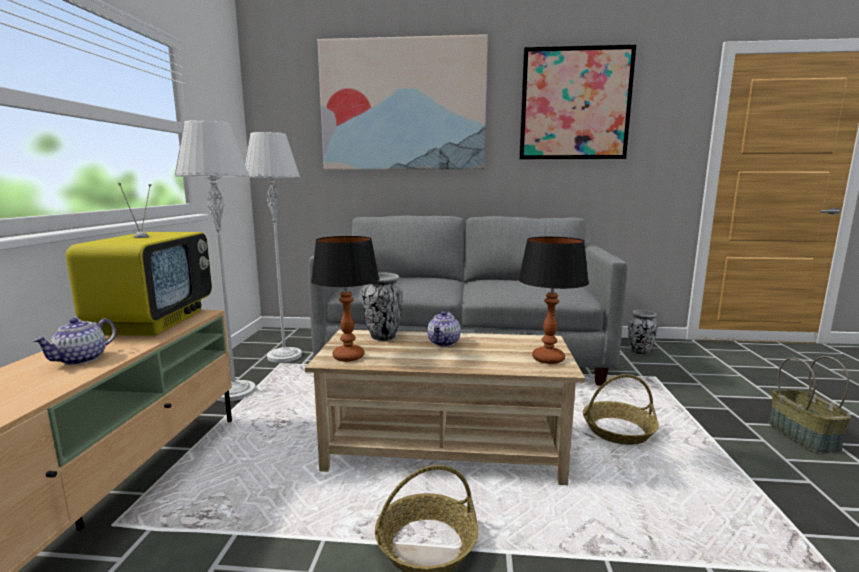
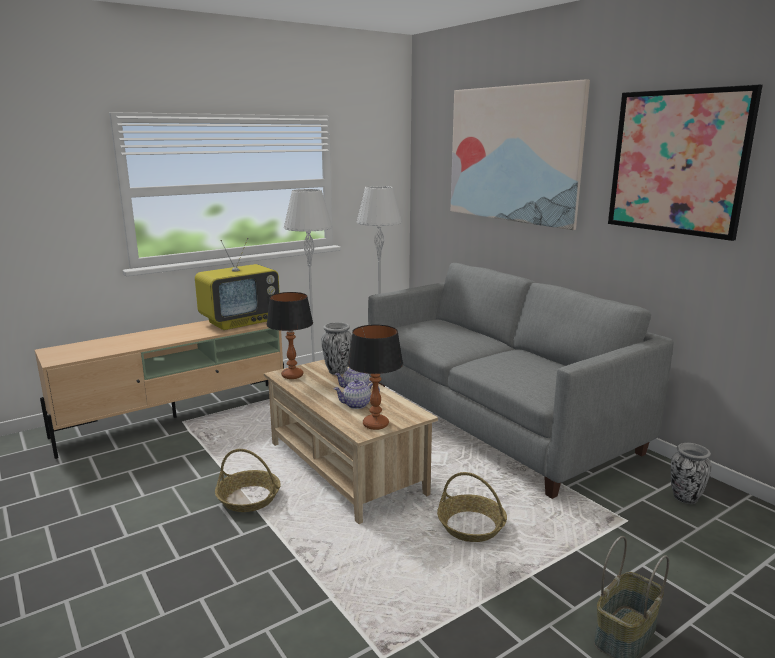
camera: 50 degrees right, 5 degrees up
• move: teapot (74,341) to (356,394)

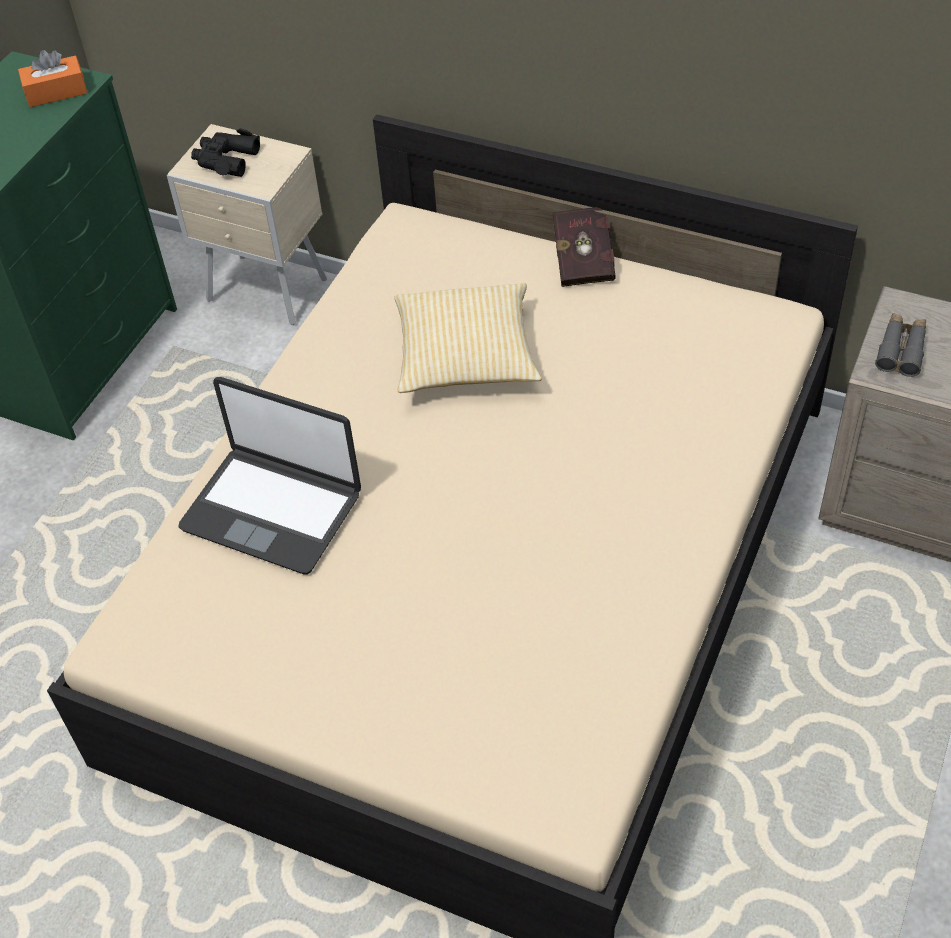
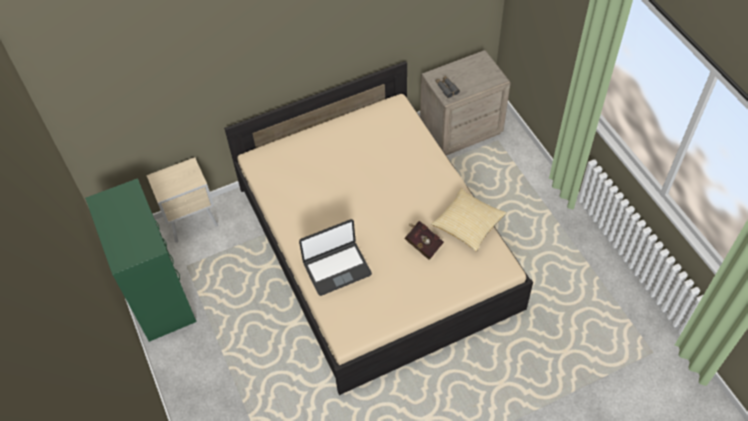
camera: 50 degrees left, 5 degrees up
• delete: orange tissue box (52,78)
• delete: black binoculars (225,153)
• move: pillow (468,338) to (469,219)
• move: red book (584,247) to (424,240)

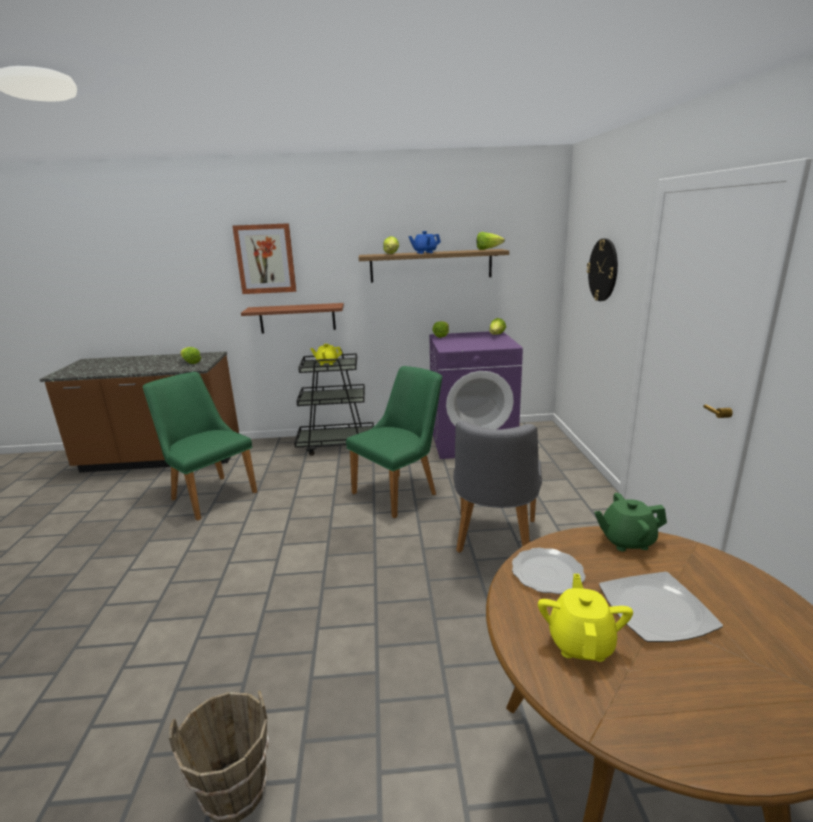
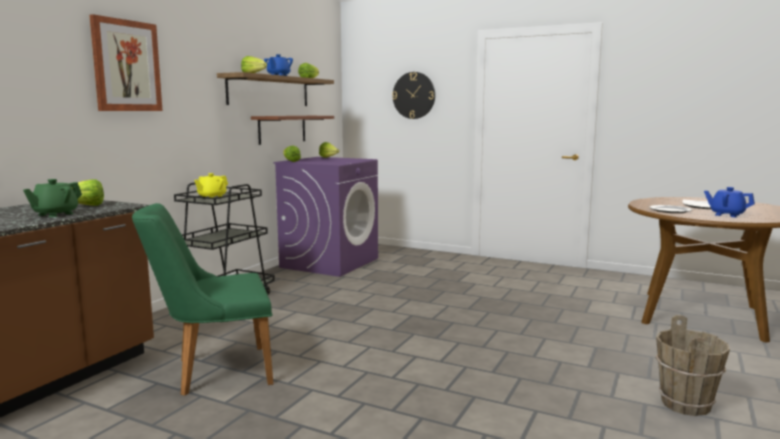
camera: 60 degrees left, 10 degrees down
• move: brown shelf (292,318) to (292,130)
• delete: green chair (394,442)
• delete: grey chair (497,486)
• recolor: yellow teapot (585,618) to blue teapot (729,202)
• move: green teapot (630,522) to (52,198)

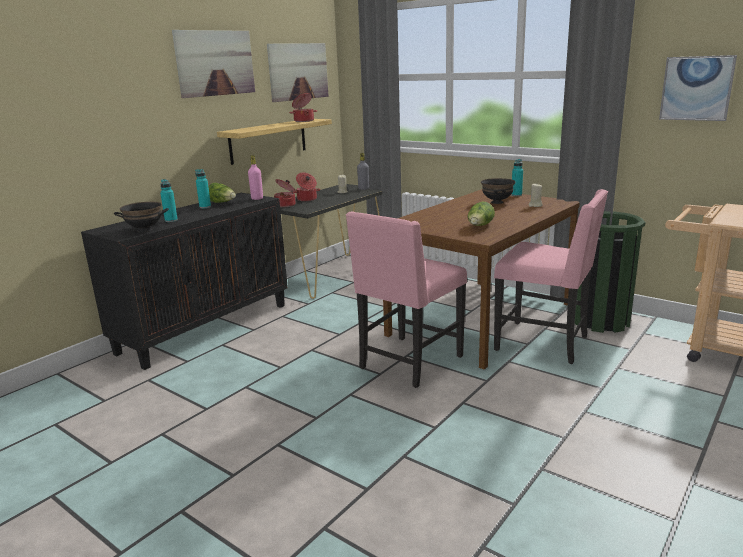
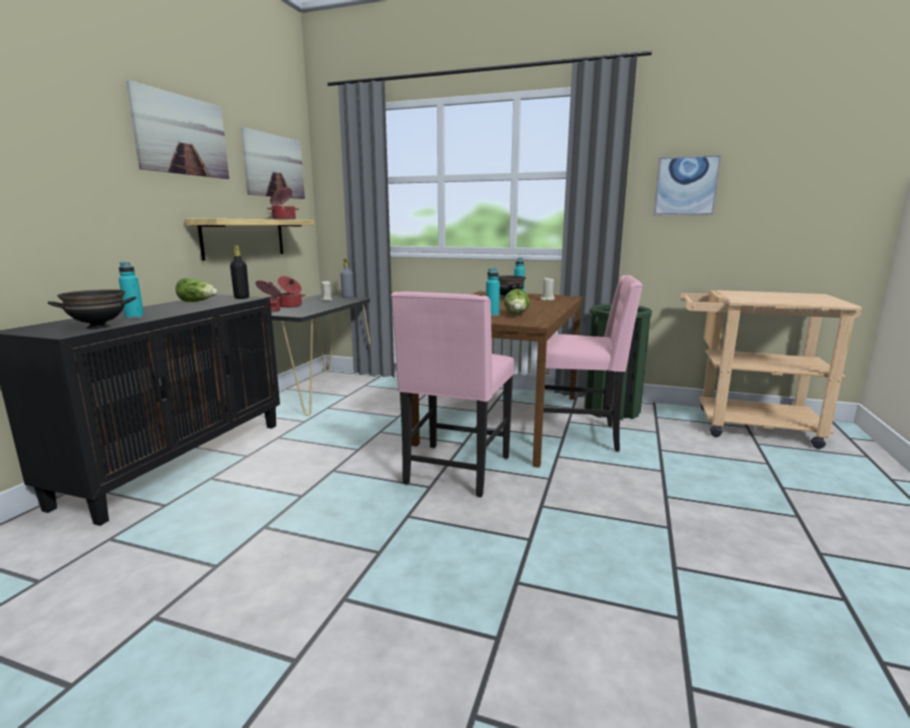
camera: 20 degrees left, 5 degrees down
• move: turquoise bottle (203,188) to (493,292)
• recolor: pink bottle (255,177) to black bottle (239,272)

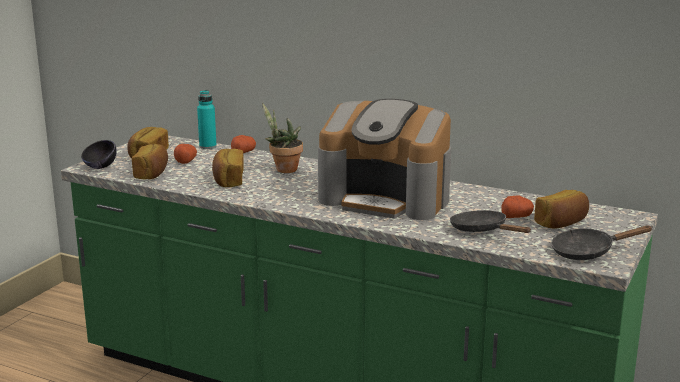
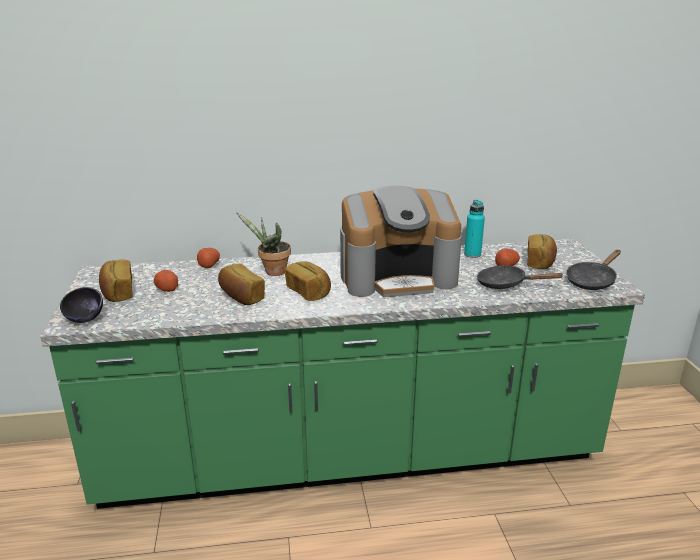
camera: 35 degrees left, 5 degrees up
• move: bread (150,161) to (308,281)
• move: turquoise bottle (207,119) to (474,229)

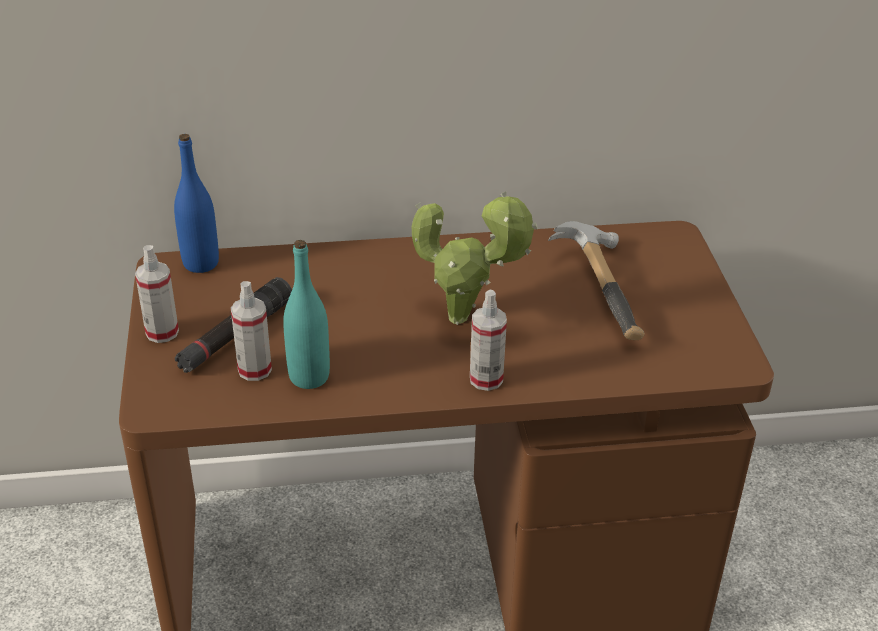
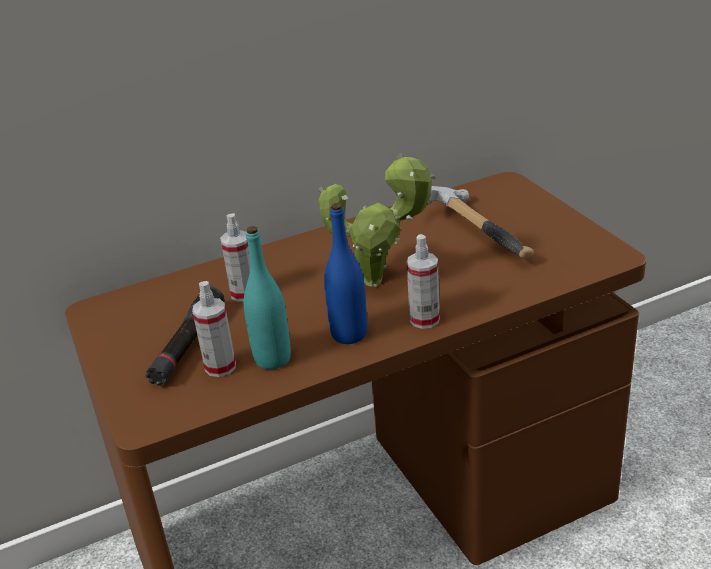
camera: 15 degrees left, 5 degrees down
• move: spray bottle (157,294) to (235,257)
• move: blue bottle (196,203) to (345,273)

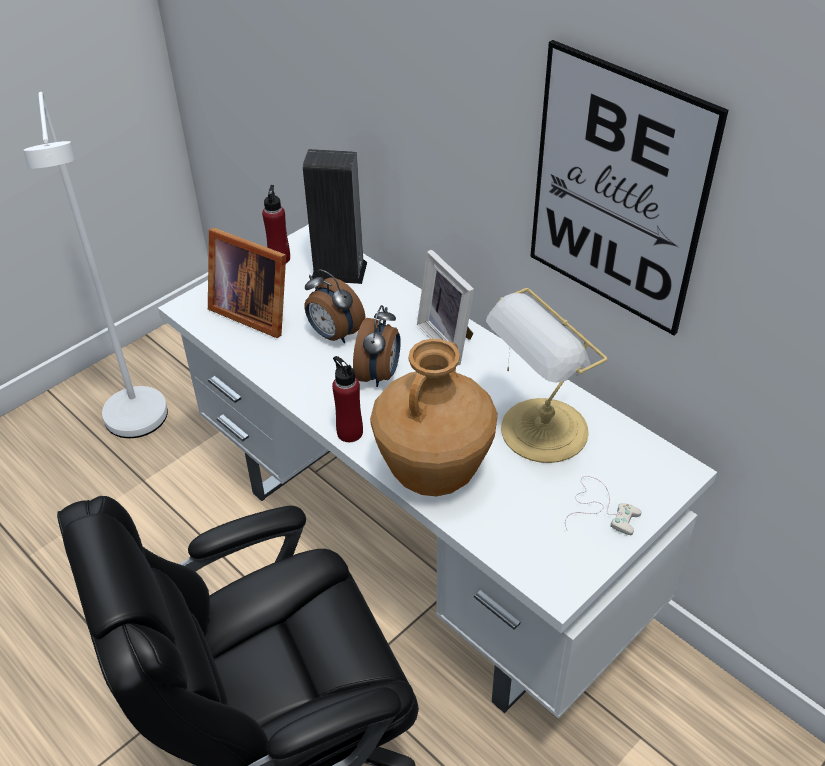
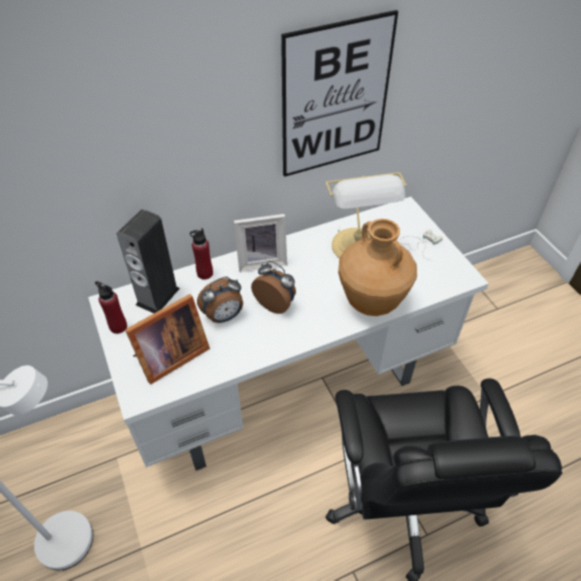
camera: 70 degrees left, 5 degrees up
• move: red bottle (347,399) to (201,253)

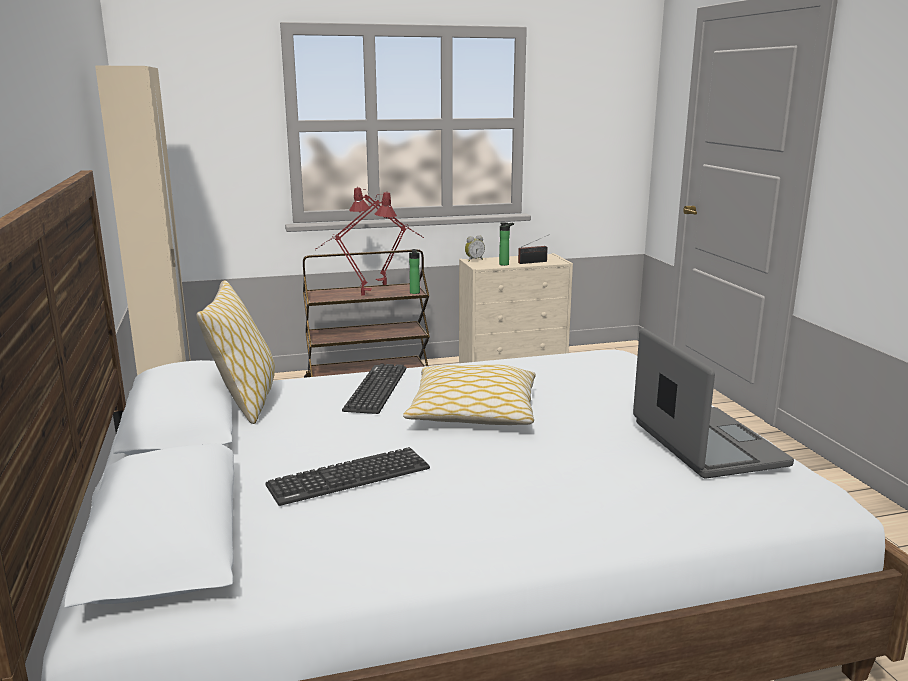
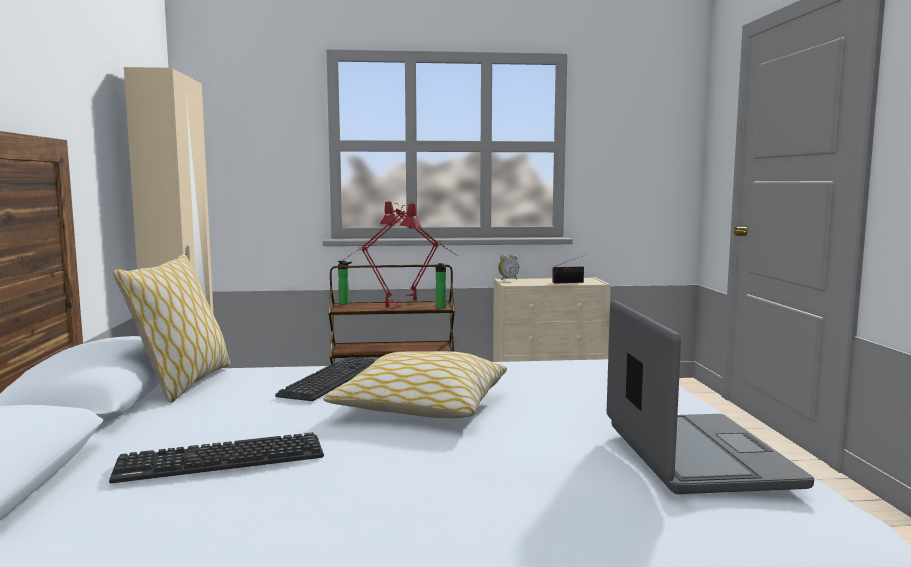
camera: 10 degrees right, 10 degrees down
• move: bottle (506,244) to (345,283)

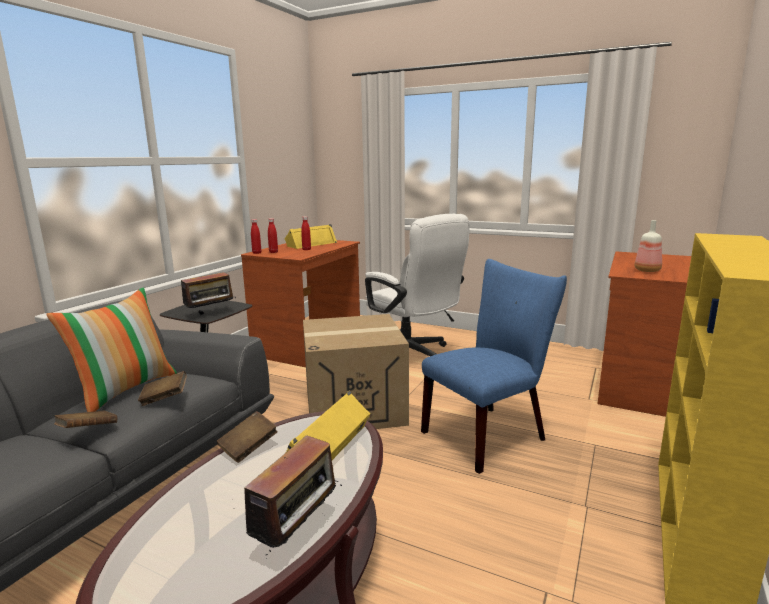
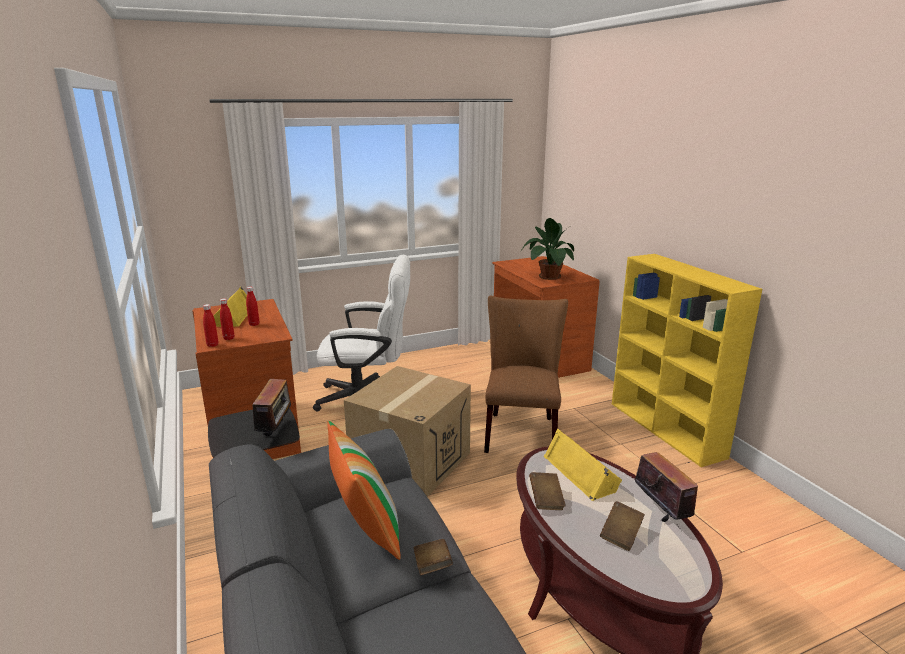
camera: 50 degrees left, 5 degrees up
• move: brown book (162,388) to (622,526)
• recolor: blue chair (494,366) to brown chair (526,374)
• replace: bottle (648,246) to potted plant (547,249)

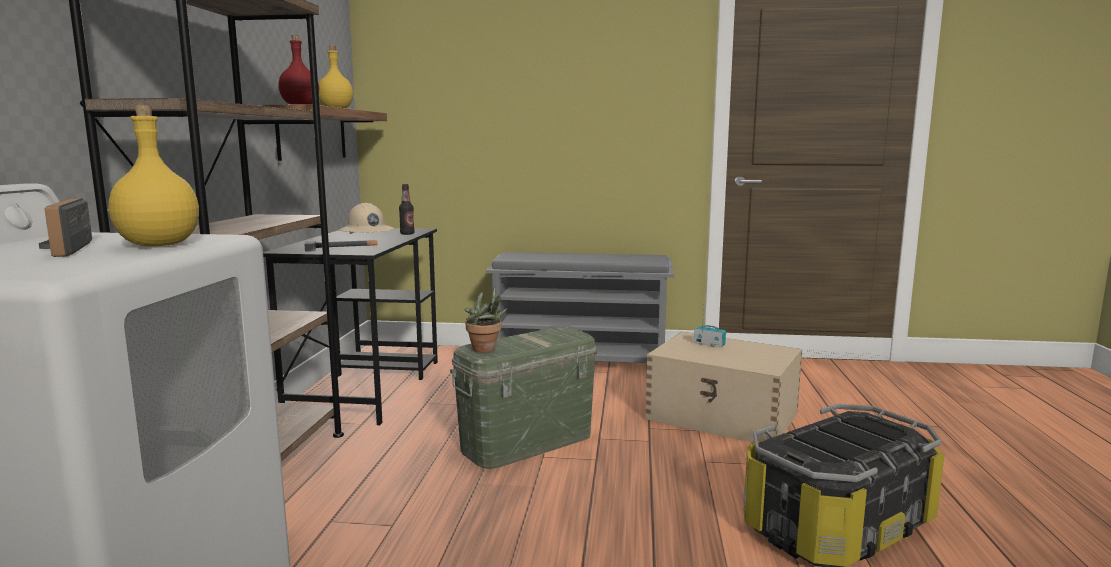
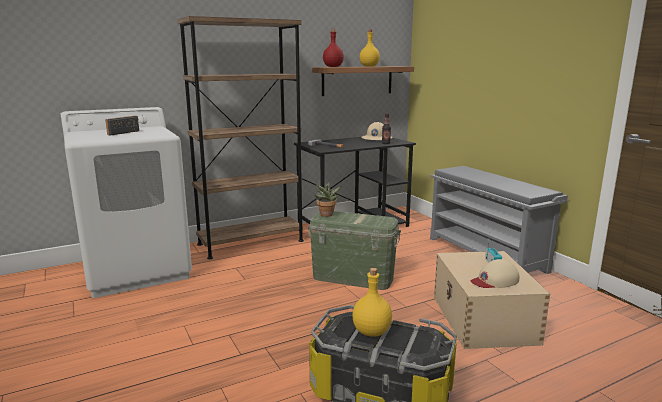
camera: 55 degrees right, 5 degrees up
• move: yellow bottle (154,176) to (372,302)
• insert: beige cap (495,273)

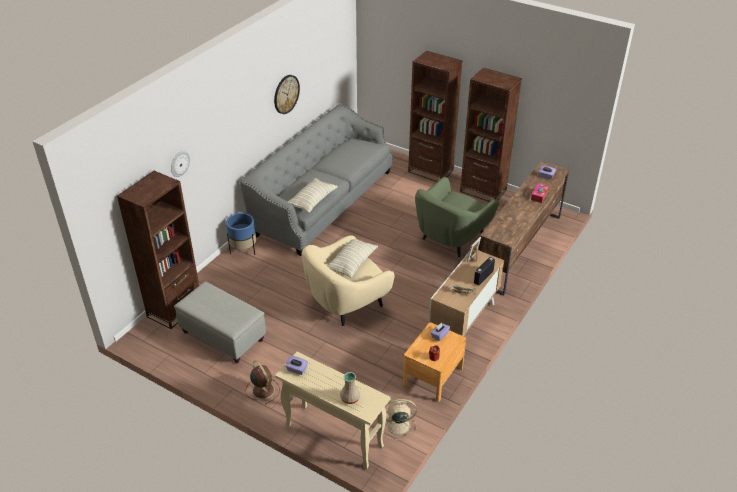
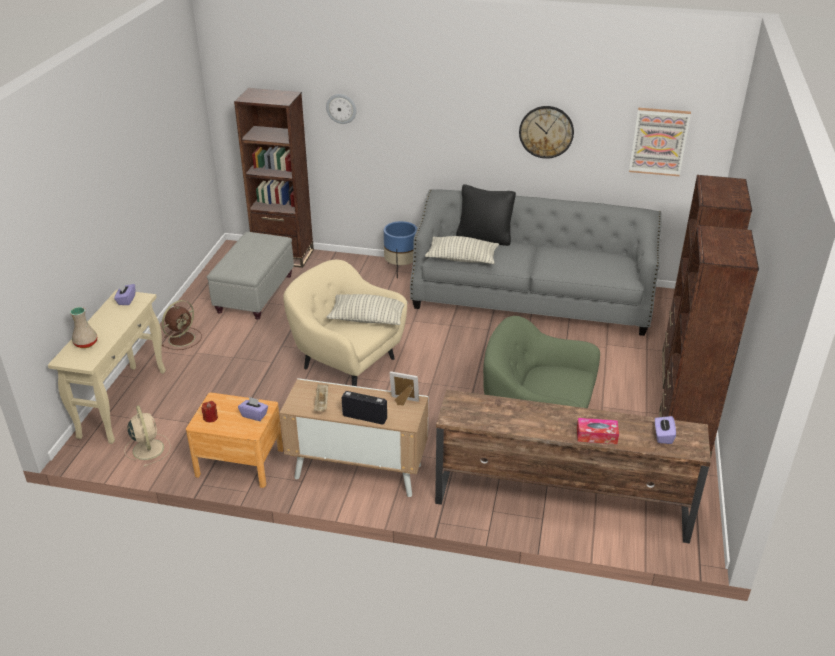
camera: 70 degrees right, 5 degrees down
• insert: black pillow (486,215)
• insert: picture (660,142)

